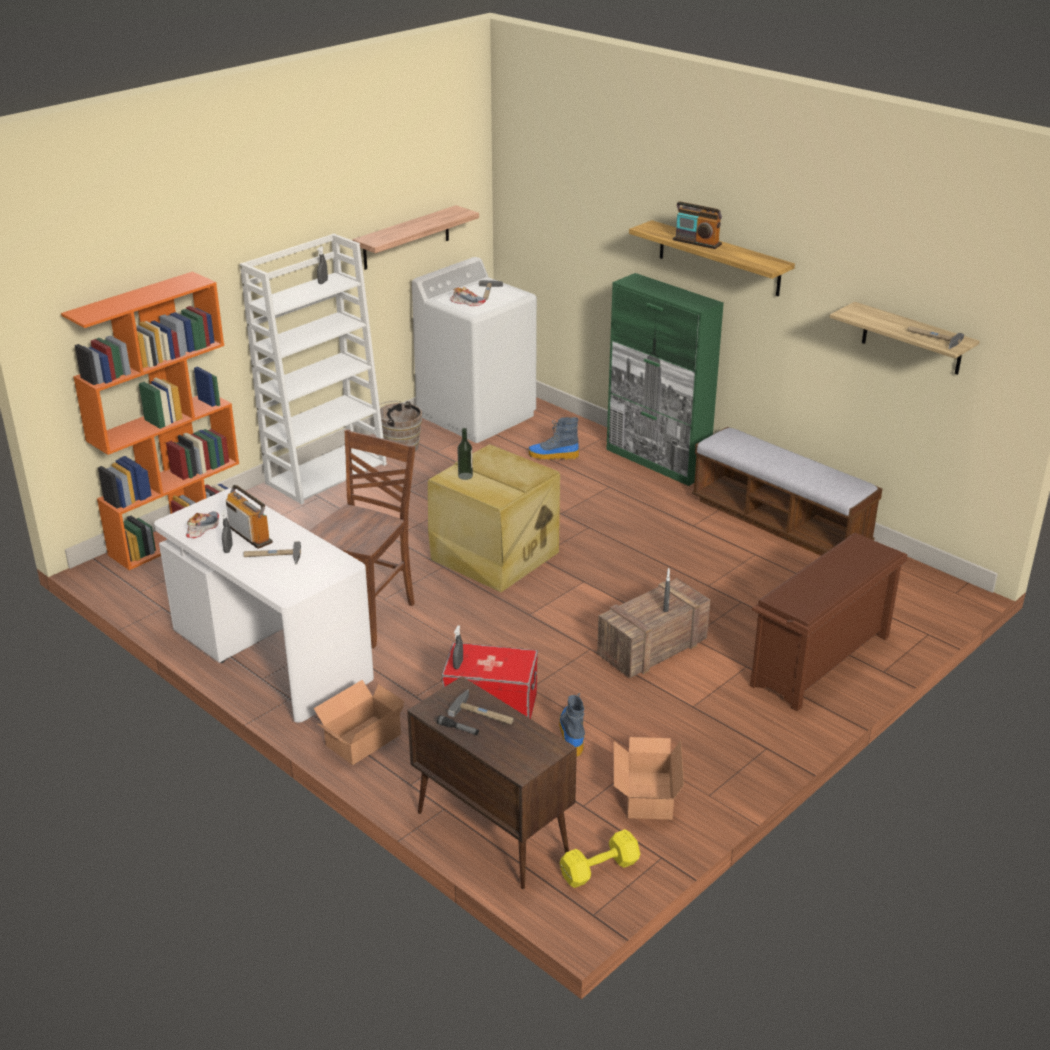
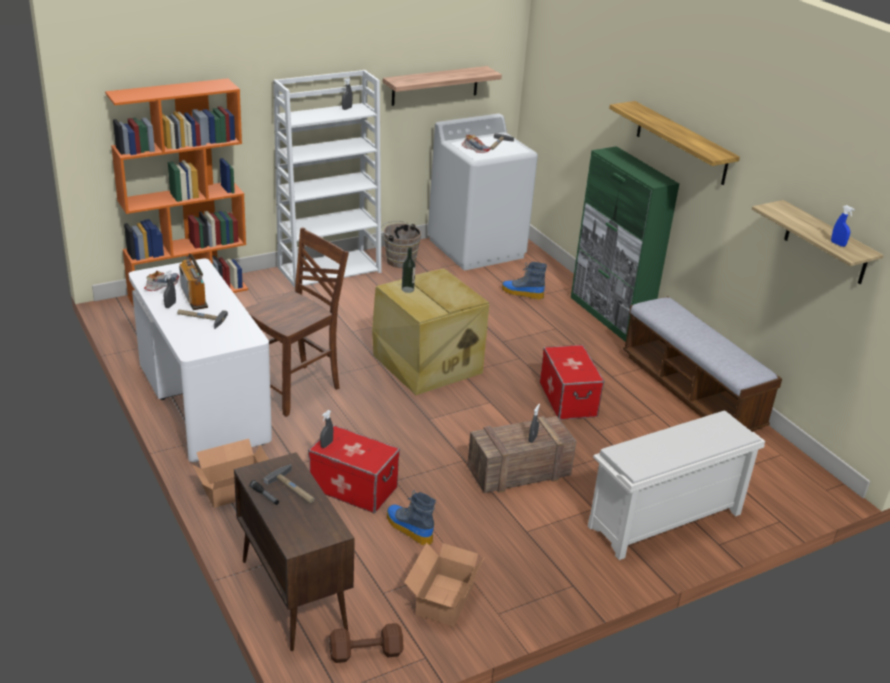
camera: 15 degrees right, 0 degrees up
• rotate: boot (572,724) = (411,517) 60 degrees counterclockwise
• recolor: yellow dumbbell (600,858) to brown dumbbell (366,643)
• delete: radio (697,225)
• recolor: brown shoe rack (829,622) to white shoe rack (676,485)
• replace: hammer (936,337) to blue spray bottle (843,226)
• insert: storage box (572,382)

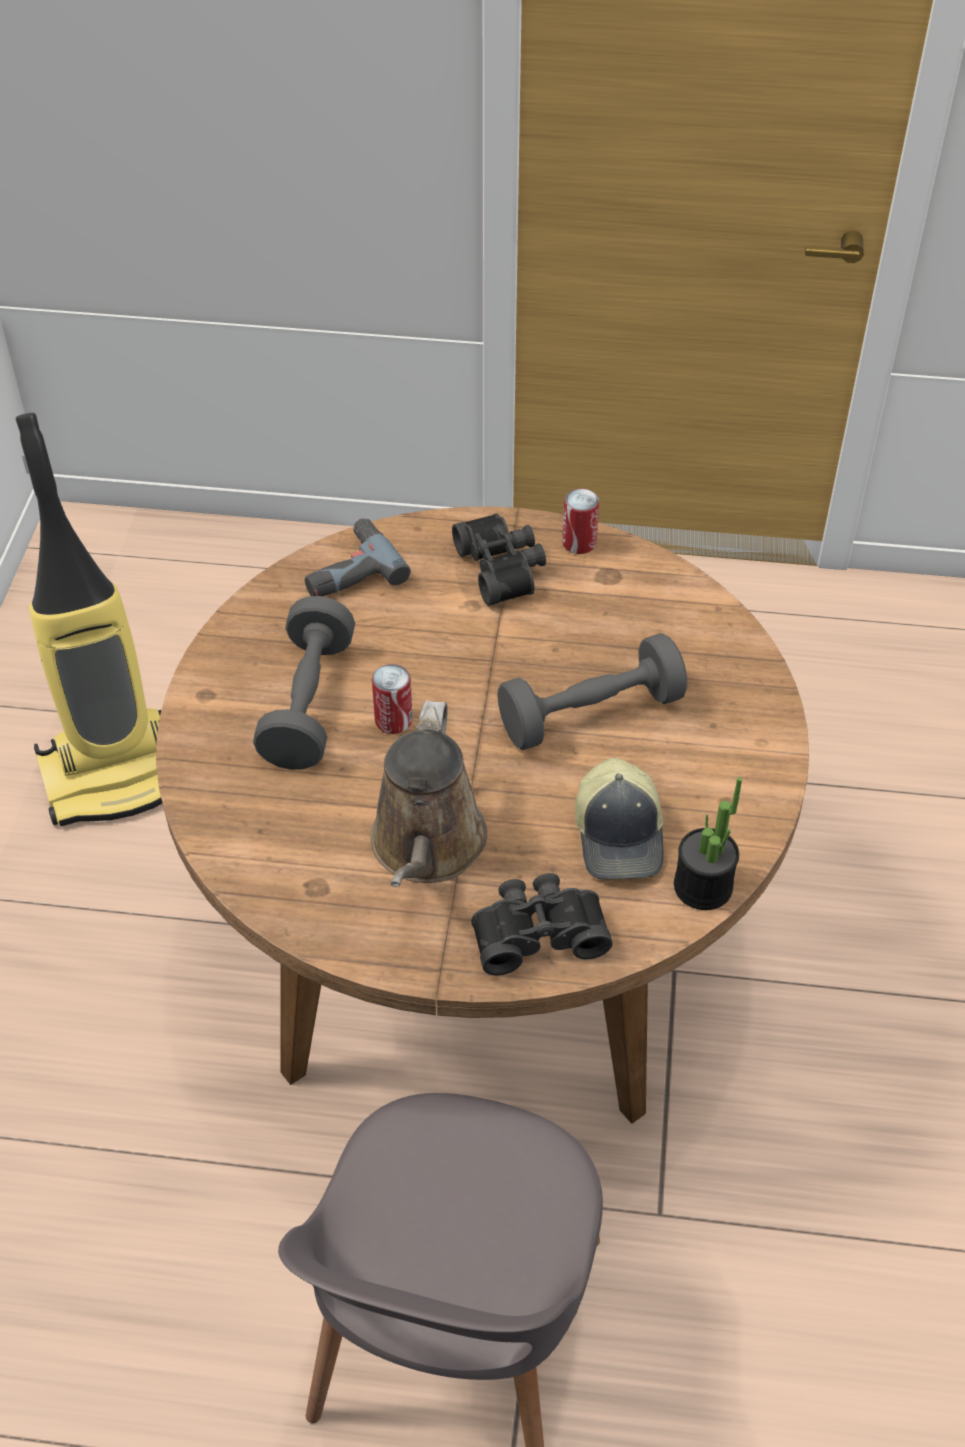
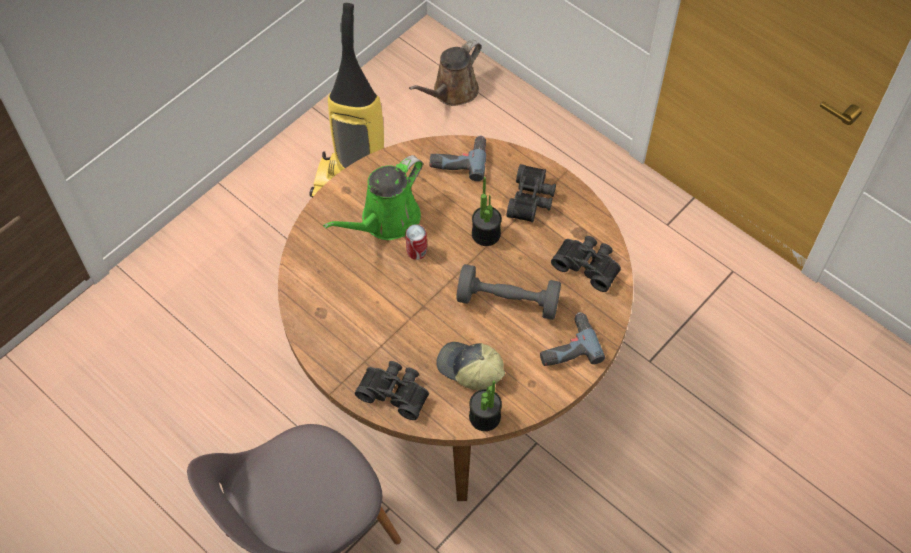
camera: 35 degrees right, 10 degrees up
• replace: grey dumbbell (304,683) to green watering can (373,197)
• move: brown watering can (428,793) to (445,73)
• delete: can (580,521)
• rotate: cap (619,818) = (470,366) 90 degrees clockwise
• insert: potted plant (487,211)
• insert: power drill (572,339)
• insert: black binoculars (586,264)

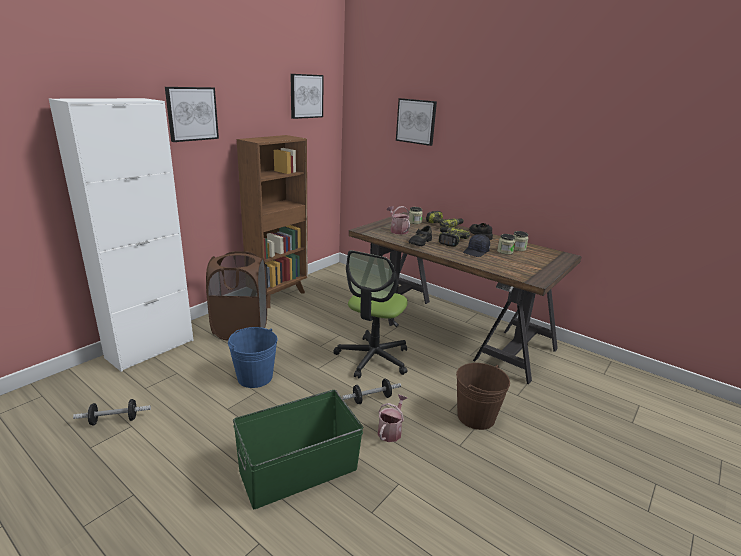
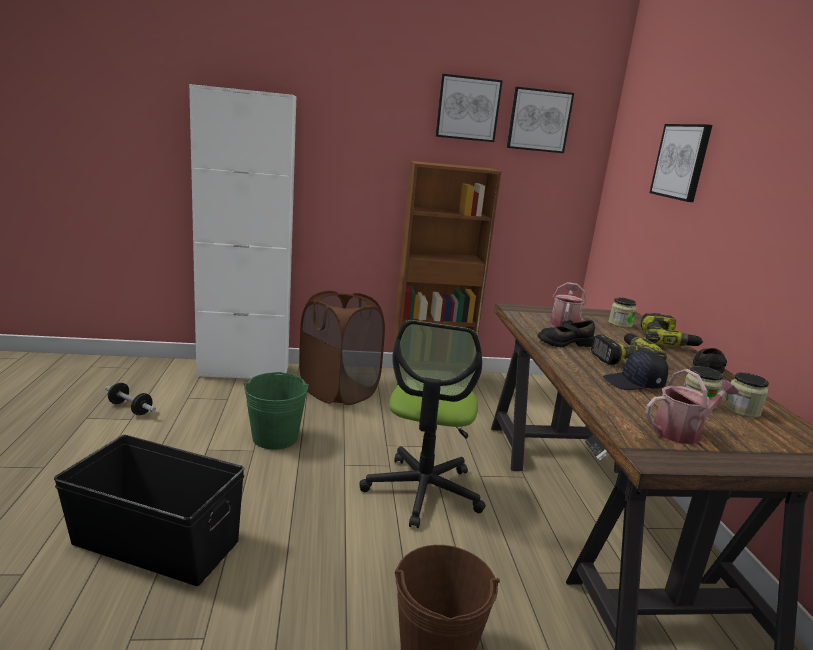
camera: 45 degrees right, 5 degrees down
• move: picture (192,114) to (469,108)
• recolor: blue bucket (253,357) to green bucket (276,411)
• recolor: green storage box (298,449) to black storage box (149,510)
• rotate: office chair (370,314) = (422,424) 60 degrees counterclockwise
• delete: dumbbell (371,391)
• move: watering can (392,418) to (692,406)

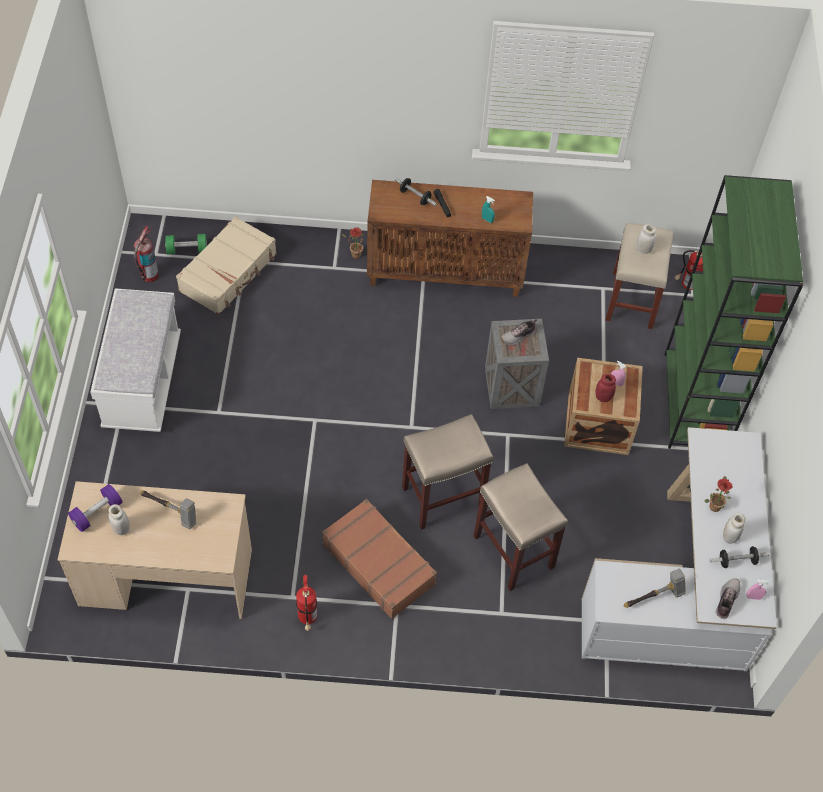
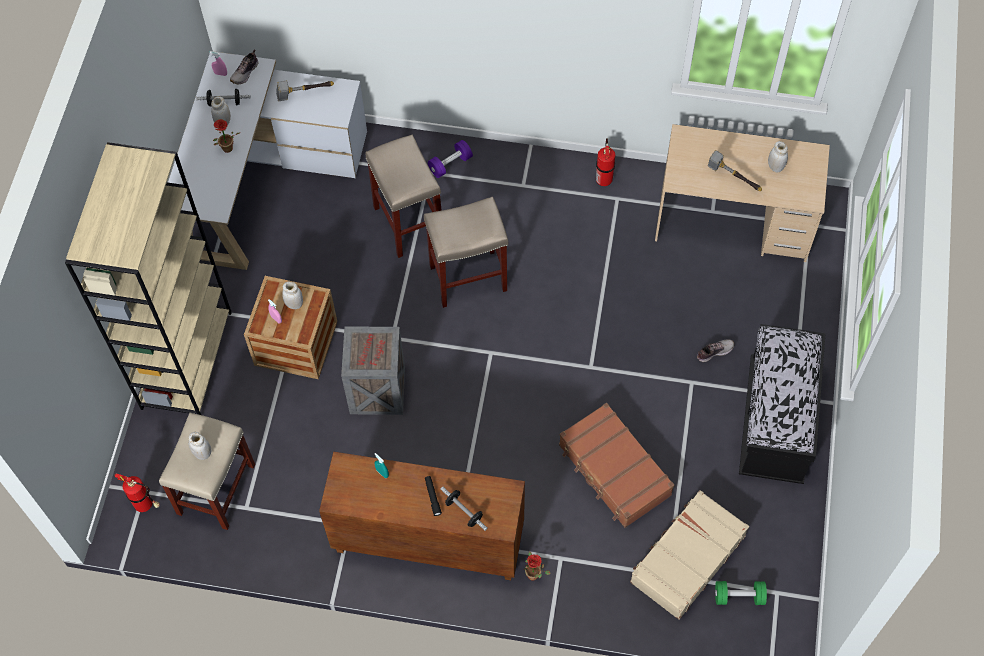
camera: 170 degrees left, 5 degrees up
• move: purple dumbbell (95,508) to (450,159)
• recolor: white bench (135,360) to black bench (782,404)
• delete: fire extinguisher (146,254)
• move: brown suitcase (379,559) to (616,465)
• move: shoe (519,332) to (715,351)
• recolor: red jar (605,388) to white jar (292,295)
• recolor: green bookcase (734,312) to beige bookcase (148,278)

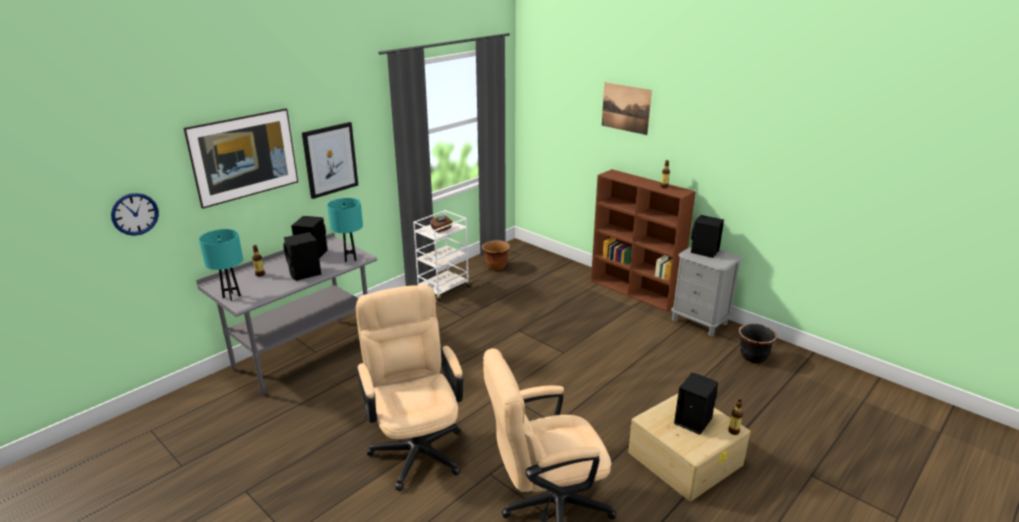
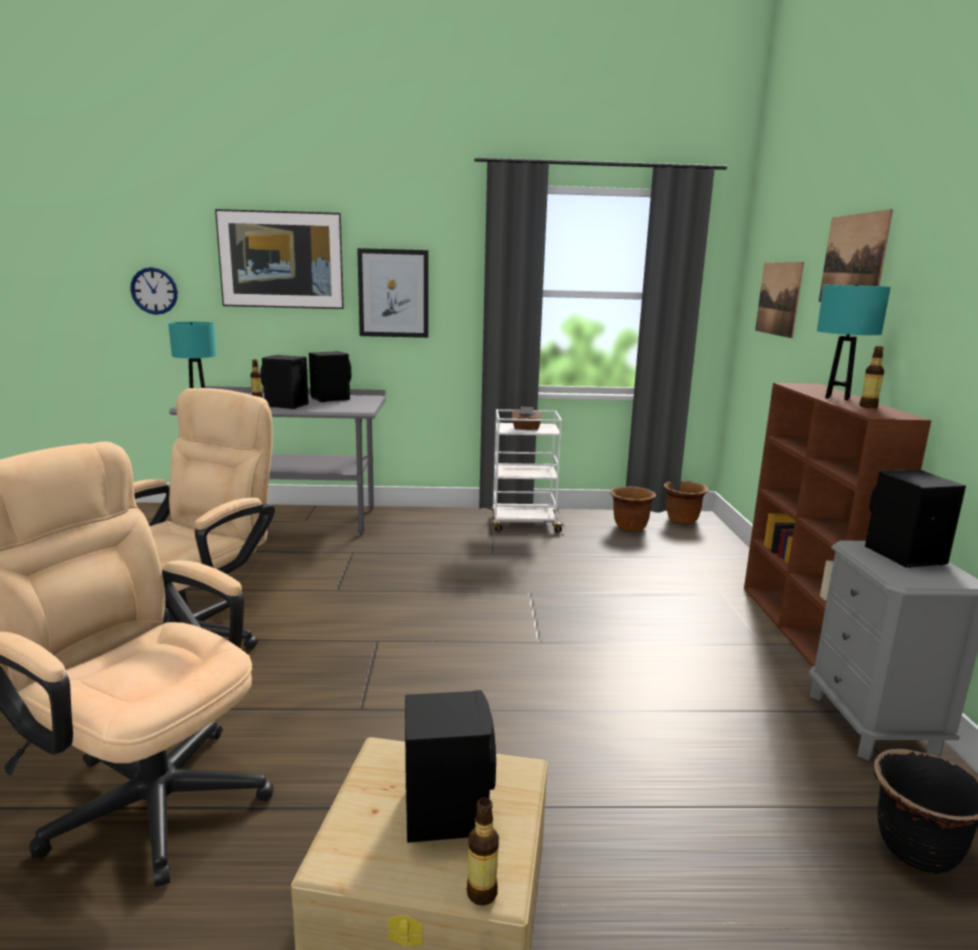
camera: 45 degrees right, 10 degrees down
• move: turquoise table lamp (345,230) to (854,343)
• insert: brown planter (686,502)
• insert: picture (779,300)

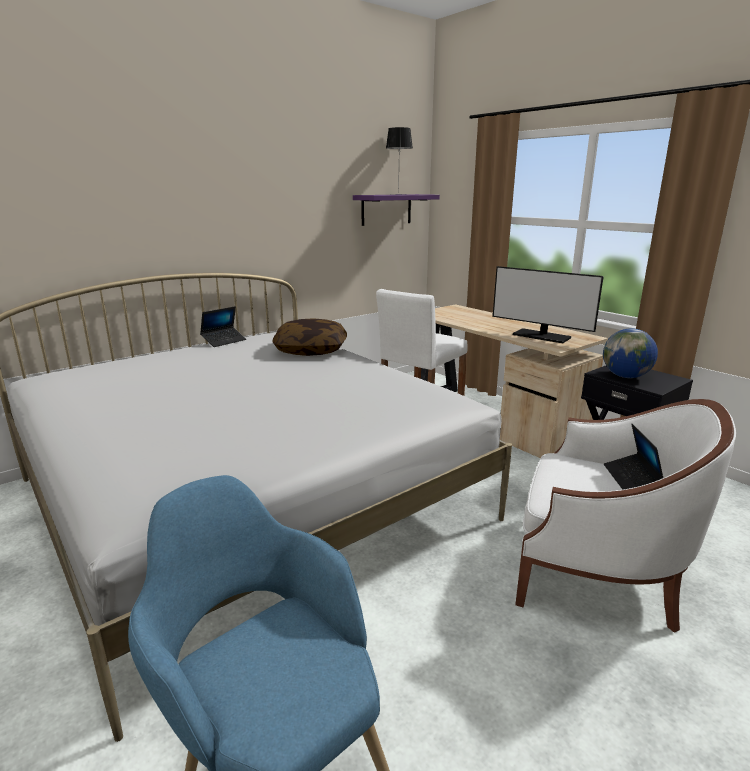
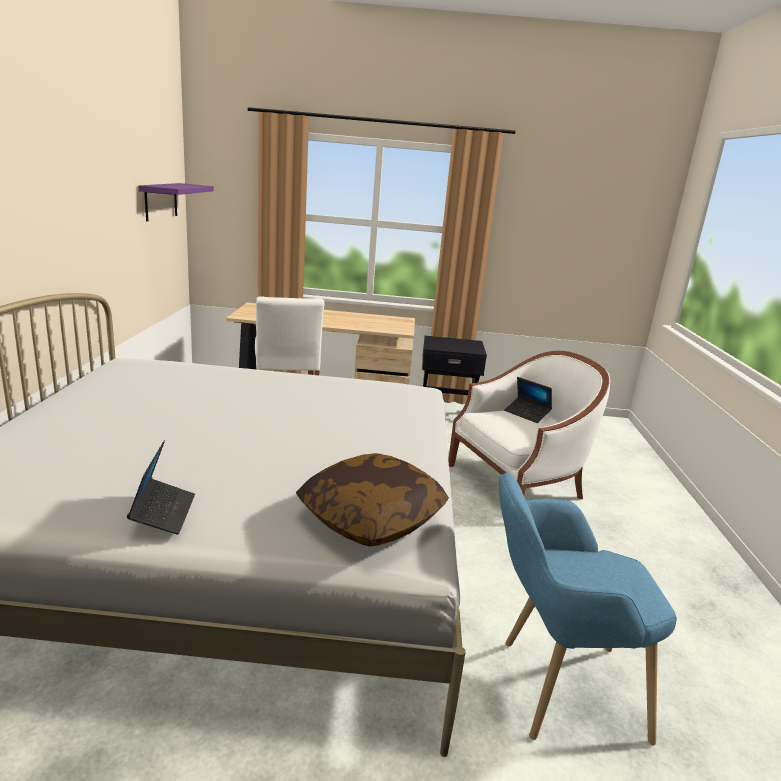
camera: 50 degrees left, 0 degrees up
• move: laptop (223,326) to (161,487)
• move: pillow (309,337) to (372,500)
• delete: table lamp (399,161)
• delete: monitor (548,304)
• delete: globe (630,353)

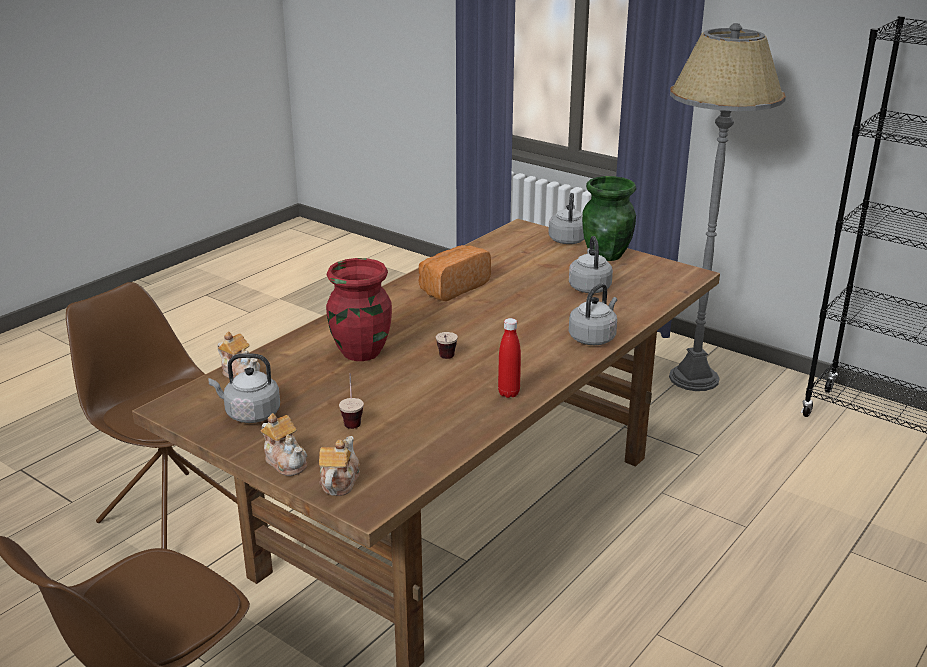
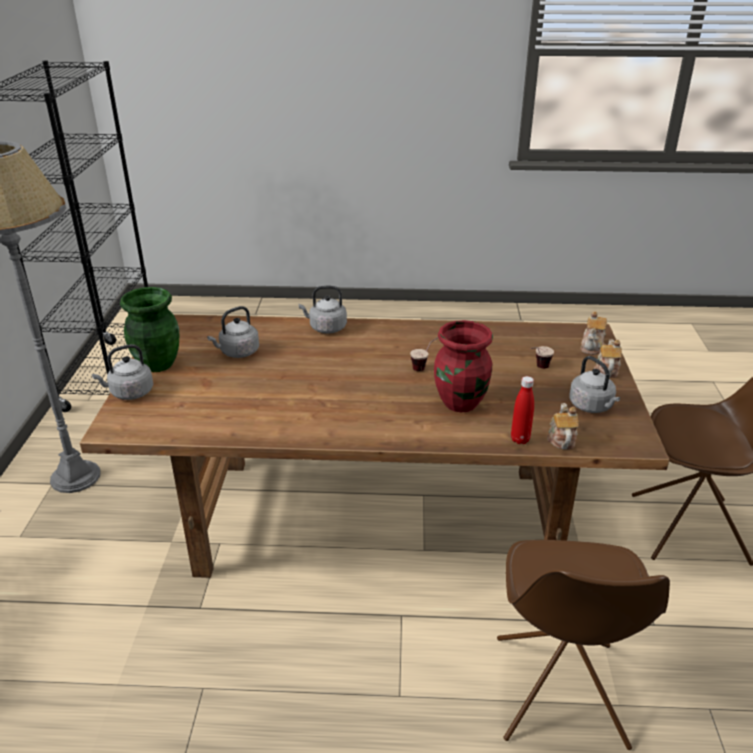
camera: 125 degrees left, 5 degrees up
• rotate: teapot (339,466) = (593,333) 45 degrees counterclockwise
• delete: bread (455,273)
• move: red bottle (509,358) to (522,410)

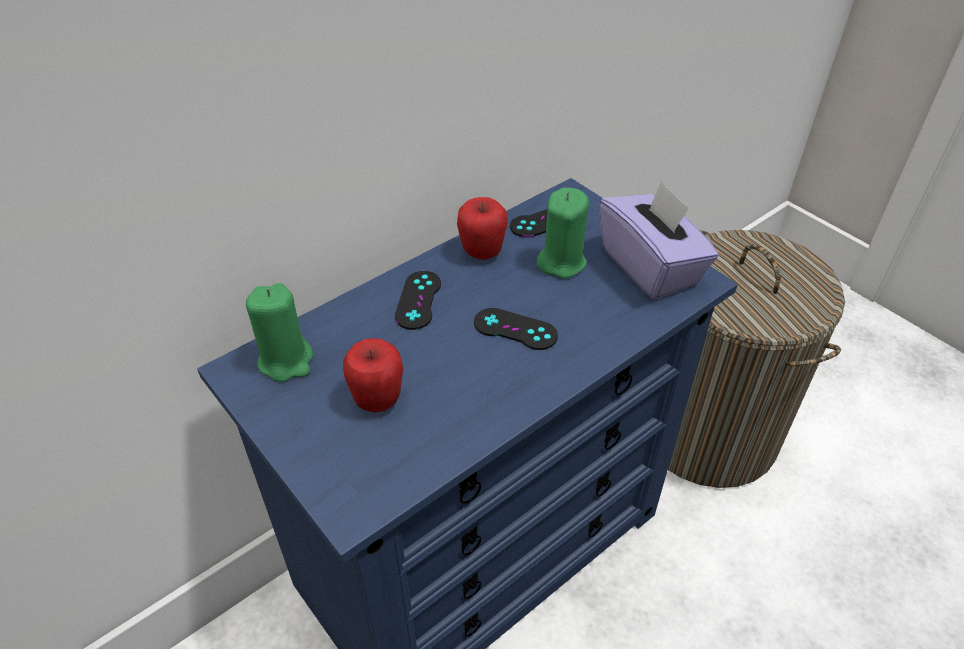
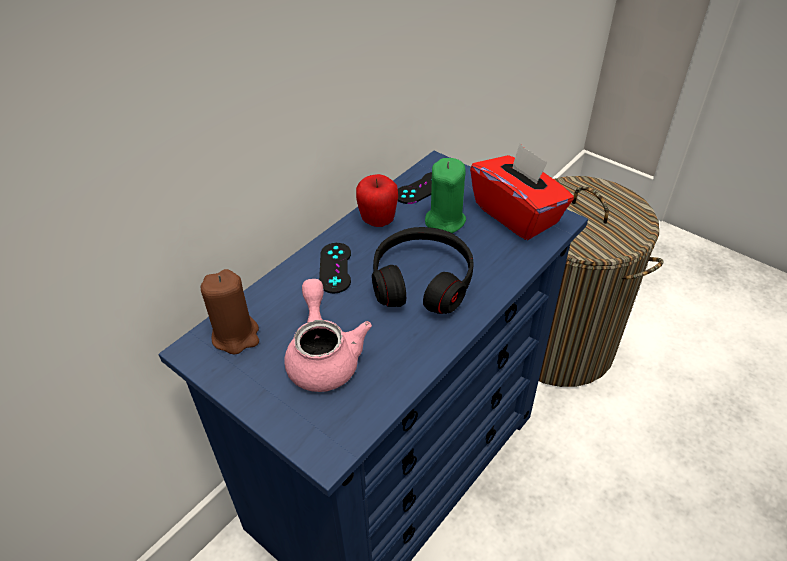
camera: 10 degrees left, 0 degrees up
• recolor: green candle (279,332) to brown candle (230,312)
• replace: apple (373,375) to pink teapot (328,335)
• replace: black game controller (516,329) to black headphones (423,270)
• recolor: purple tissue box (659,240) to red tissue box (522,191)

